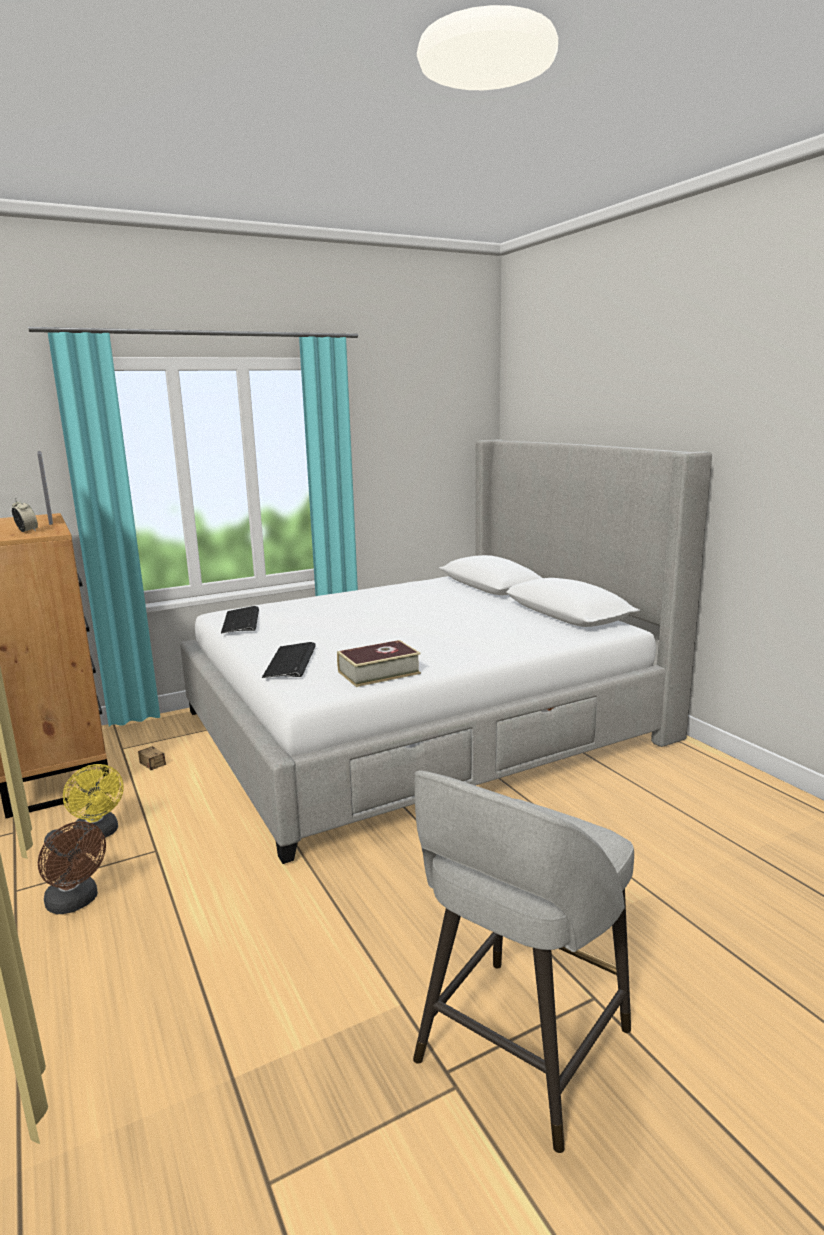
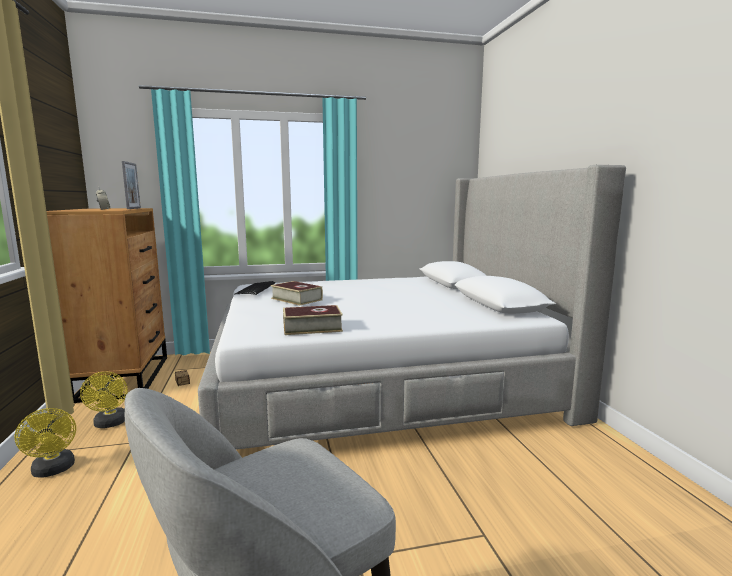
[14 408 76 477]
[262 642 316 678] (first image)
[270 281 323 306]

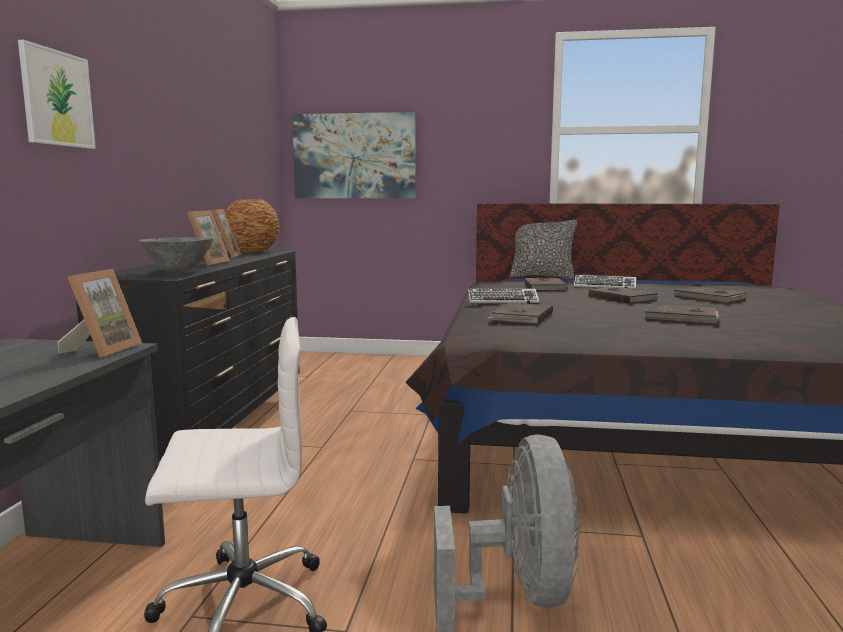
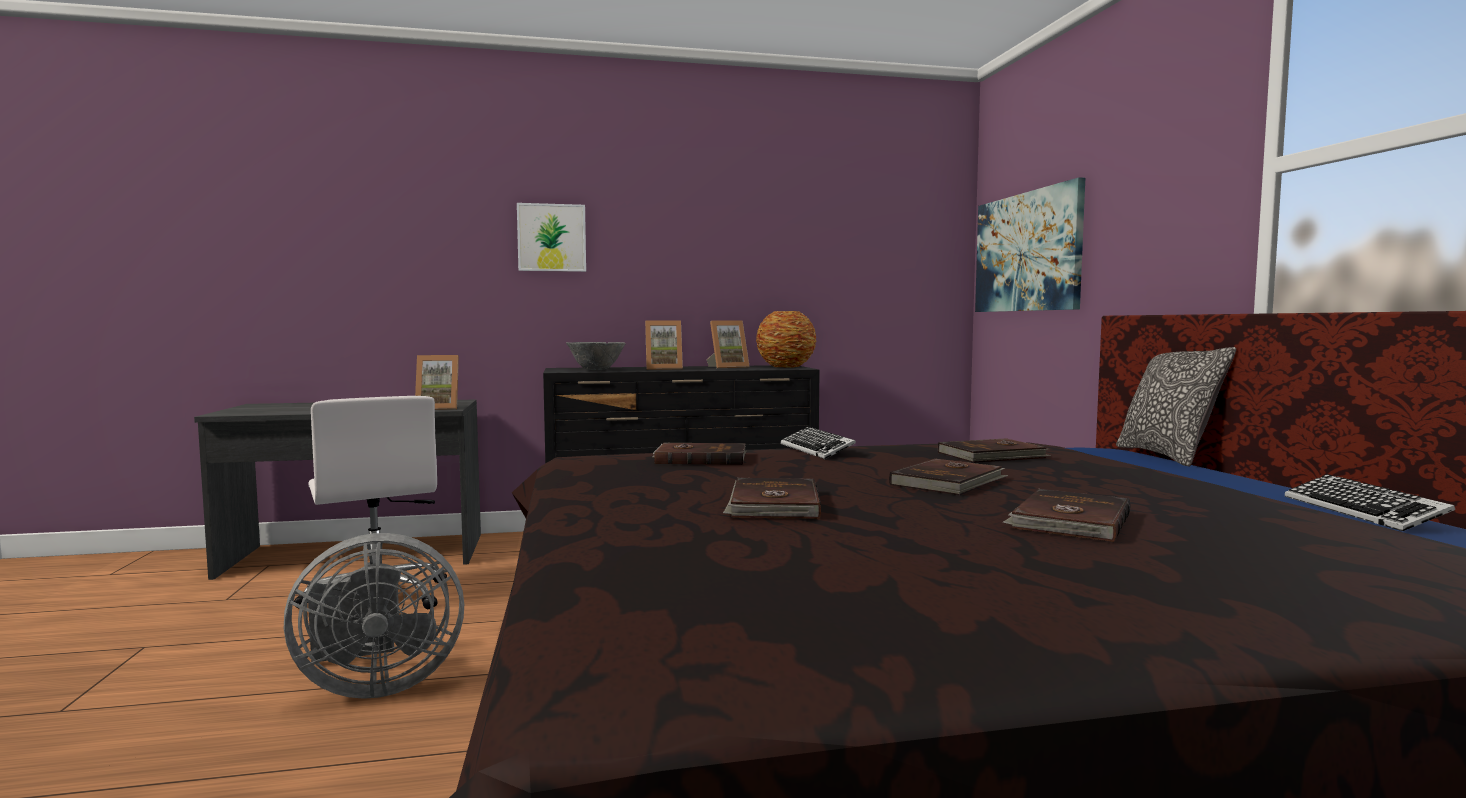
[1285 474 1455 531]

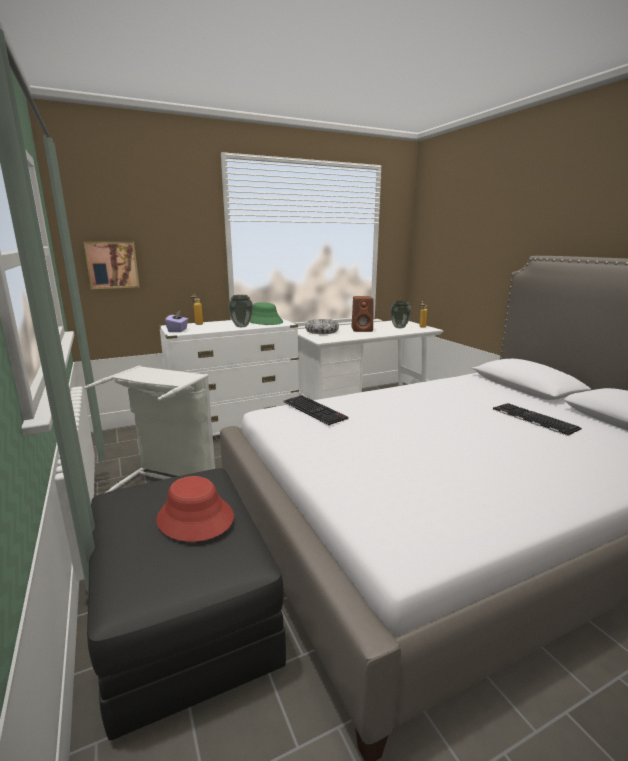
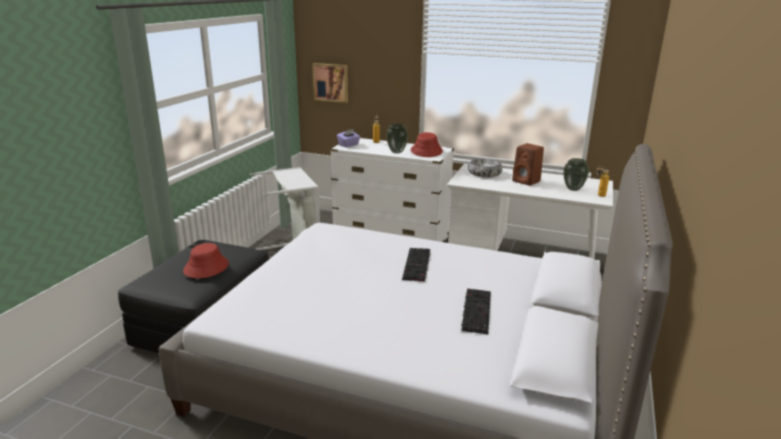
[411 132 443 157]
[402 248 430 282]

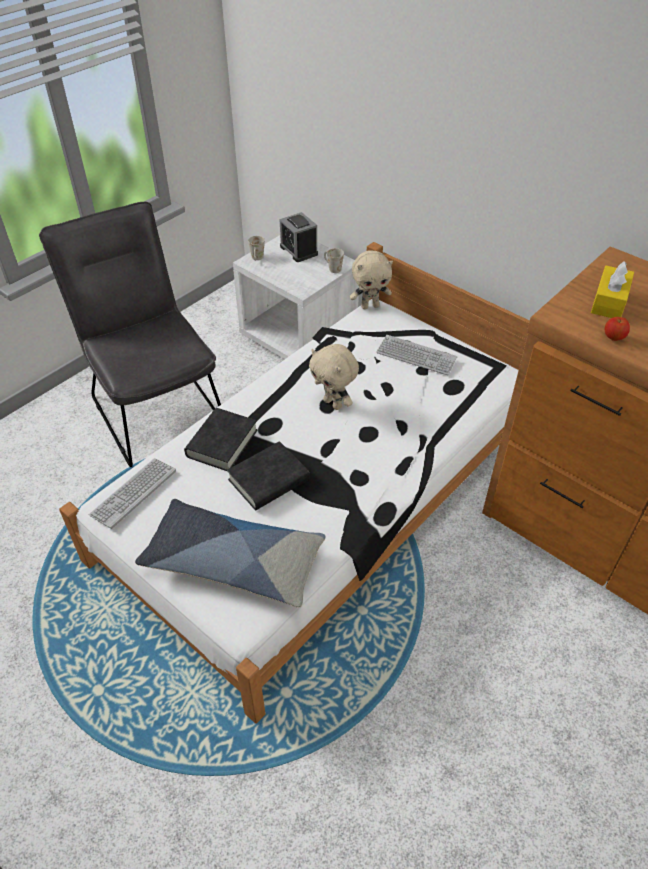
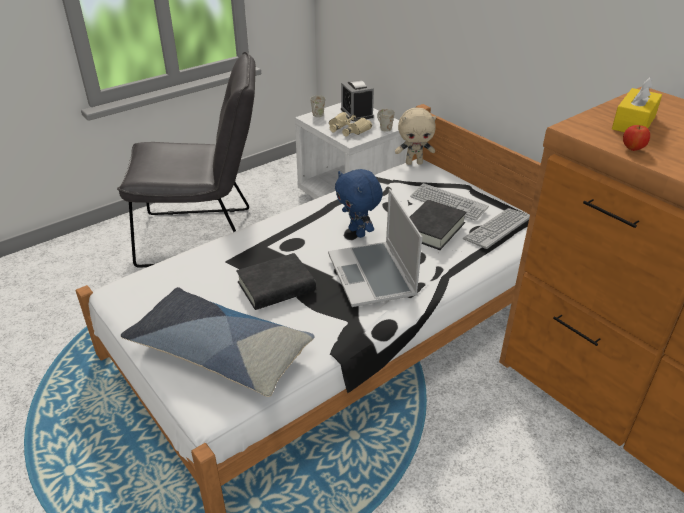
[117 52 256 268]
[463 208 530 249]
[410 200 467 250]
[335 169 383 238]
[328 189 422 307]
[329 112 372 137]

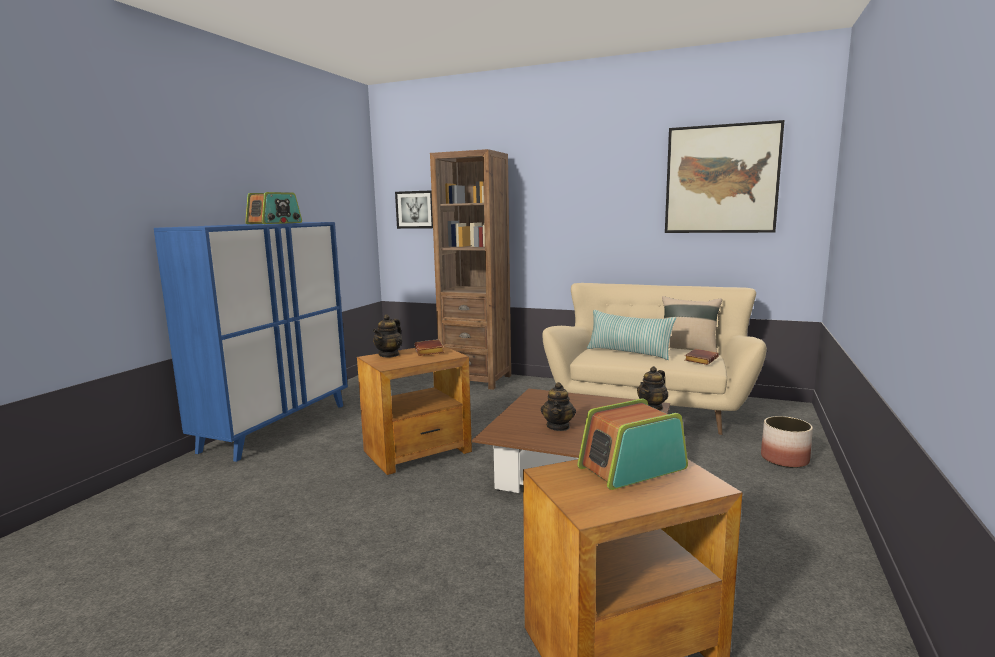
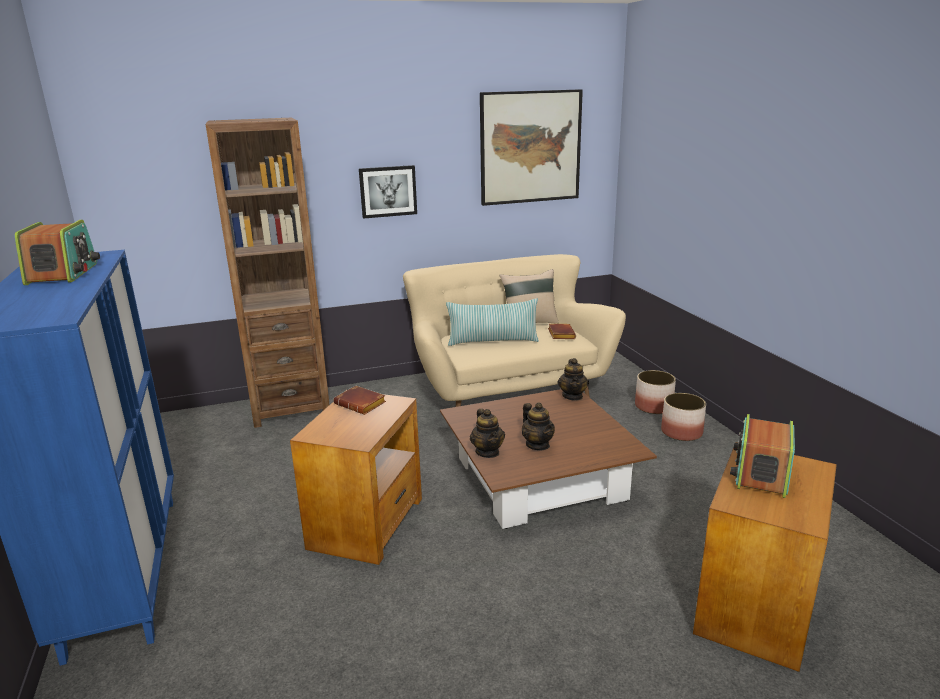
[470 409 505 458]
[359 165 417 219]
[661 393 706 441]

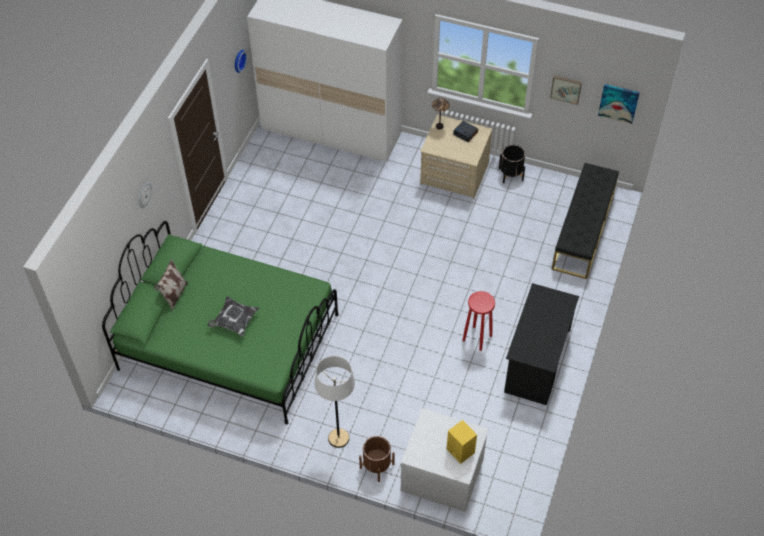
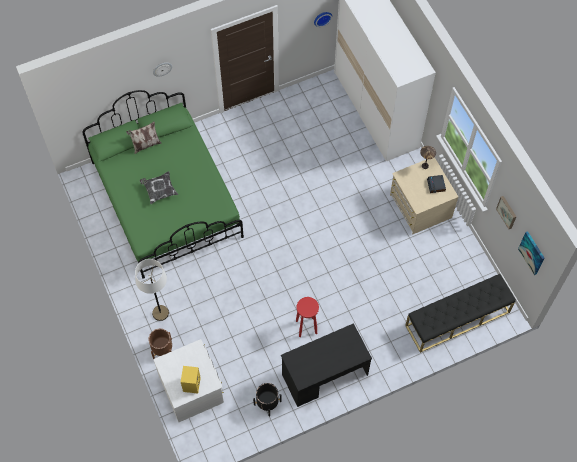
[253 383 281 417]

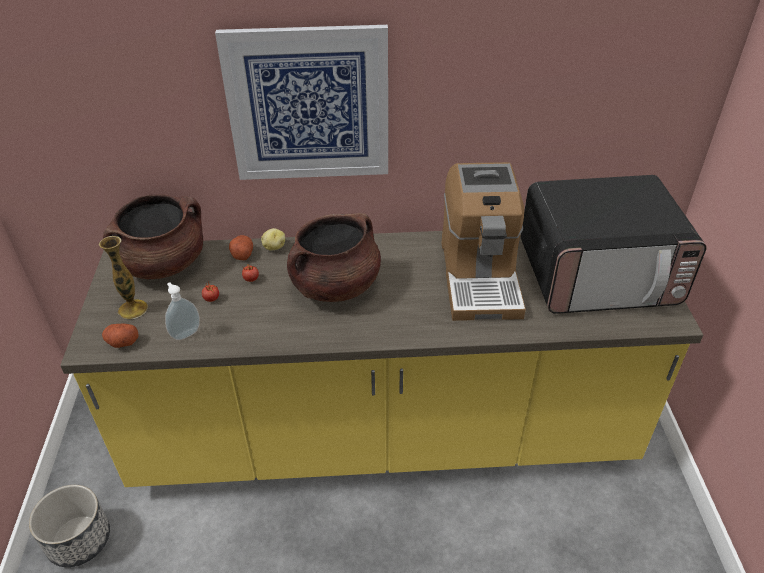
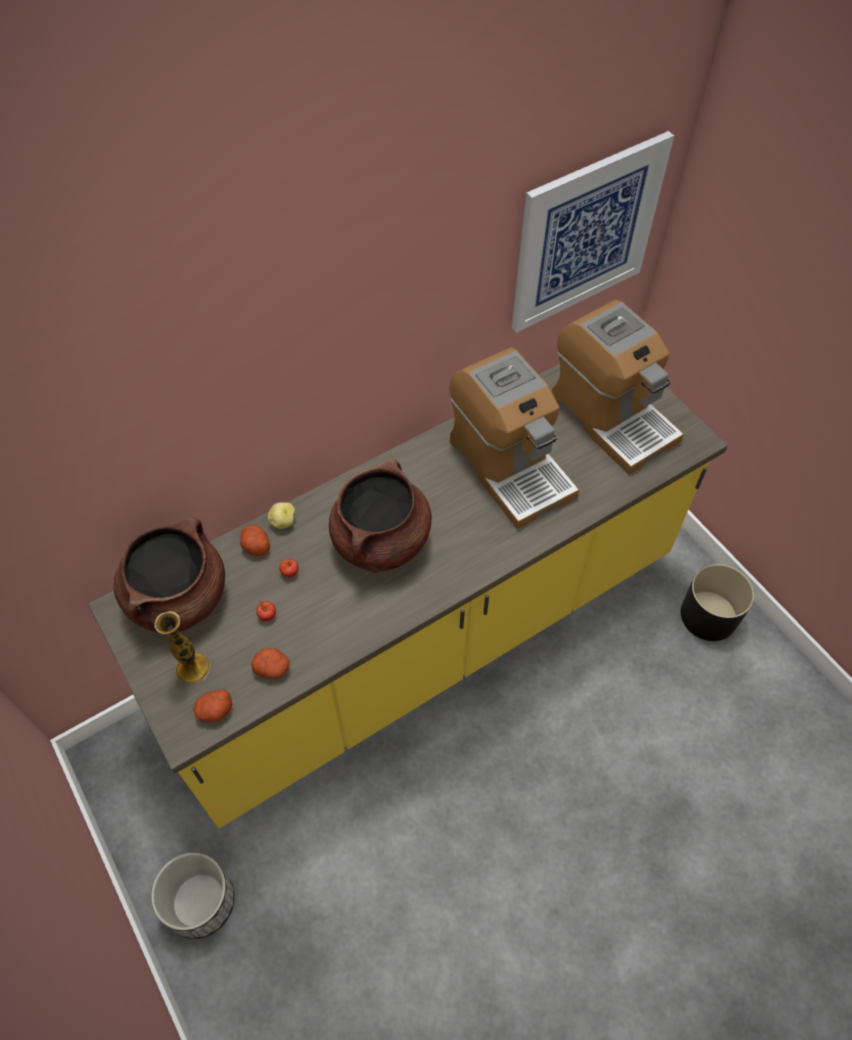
[251 648 290 679]
[512 131 674 333]
[552 300 684 475]
[681 564 754 641]

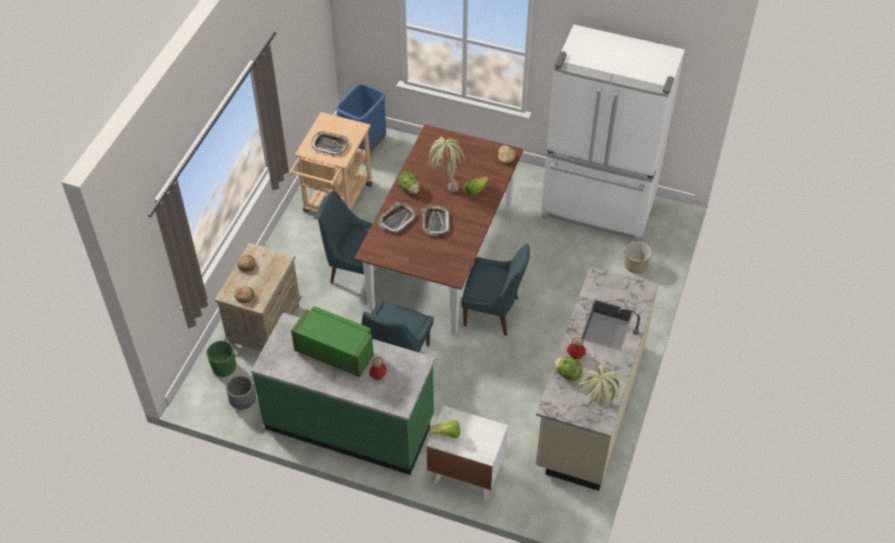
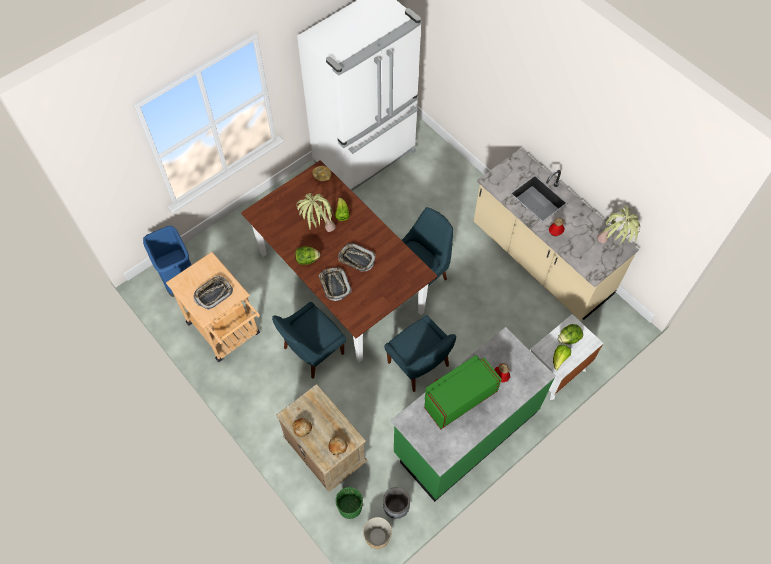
[558 324 583 344]
[363 517 392 549]

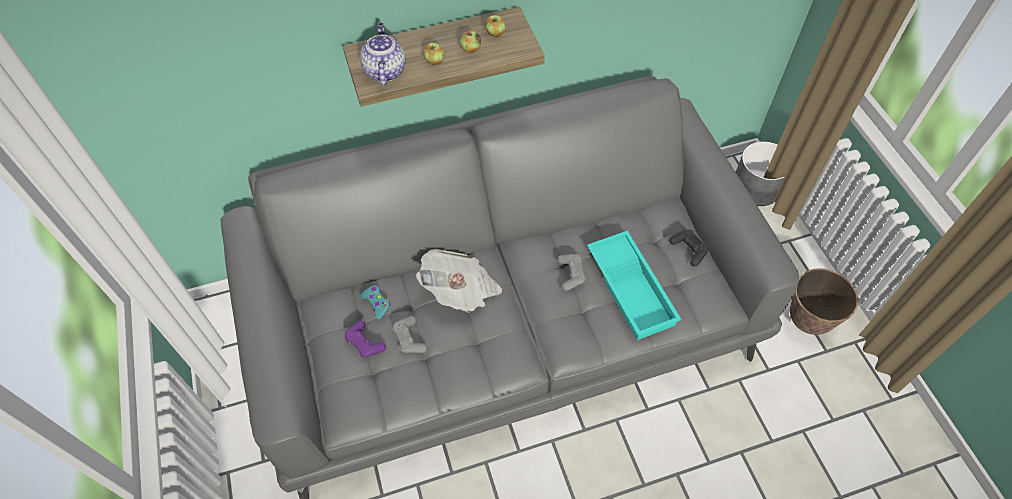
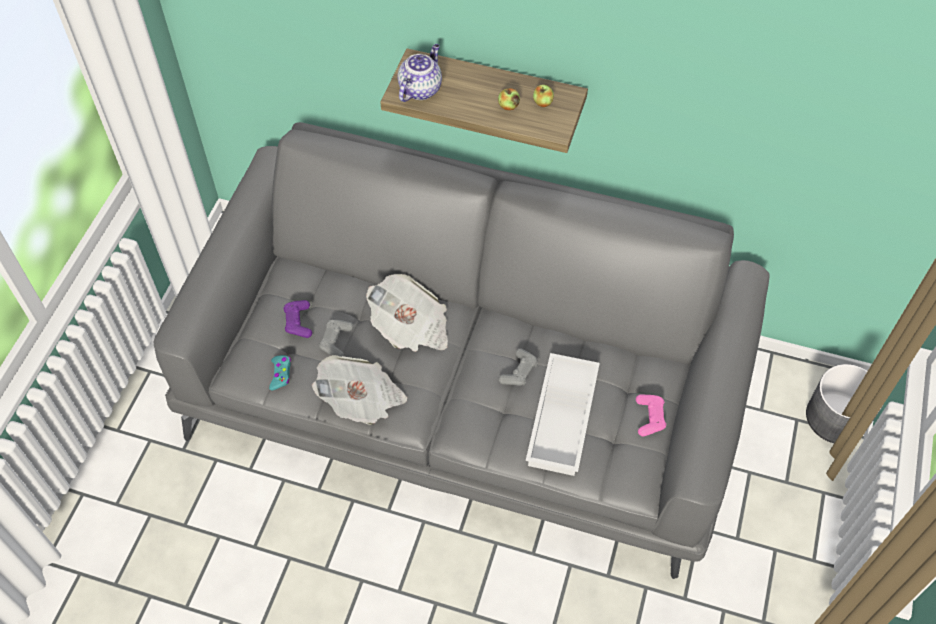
[269 355 291 391]
[424 42 444 65] (first image)
[526 353 600 476]
[636 395 666 437]
[790 268 859 335] (first image)
[312 355 407 425]

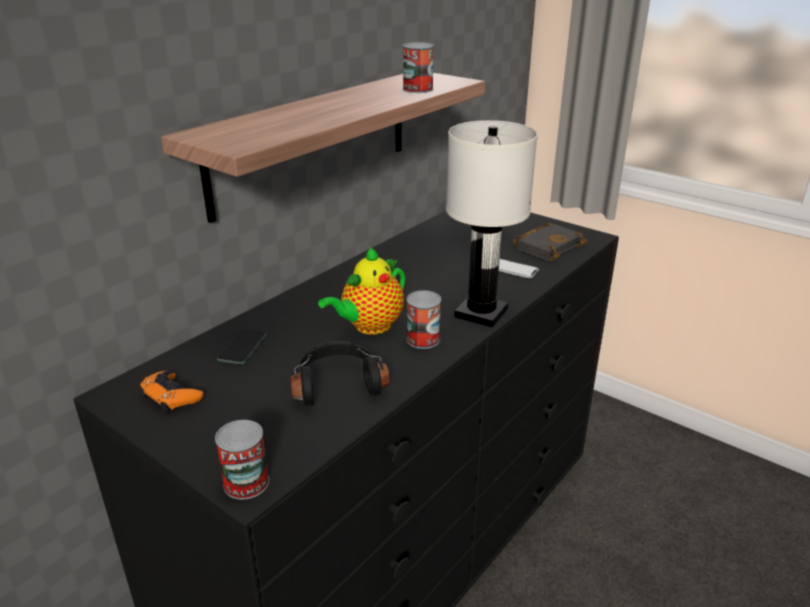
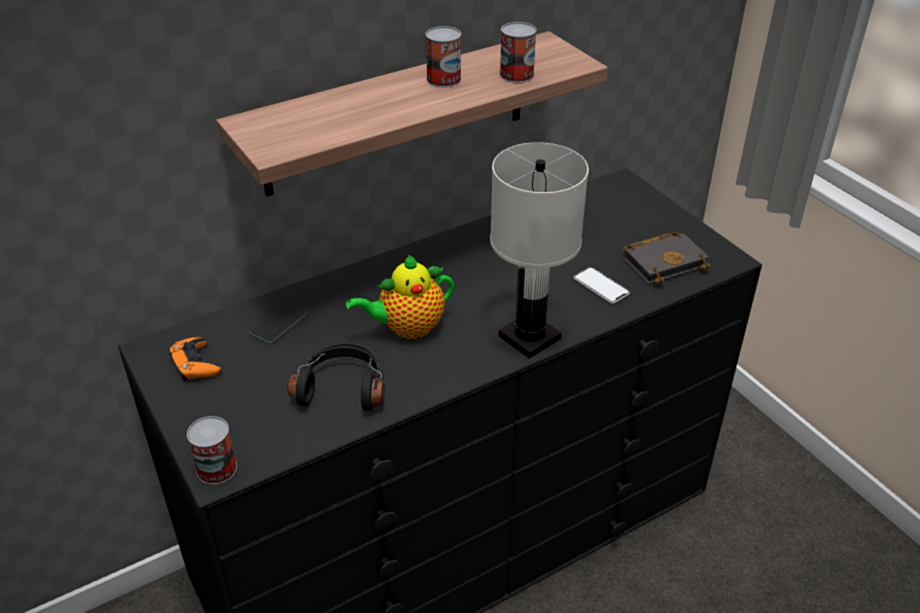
[425 26 461 88]

